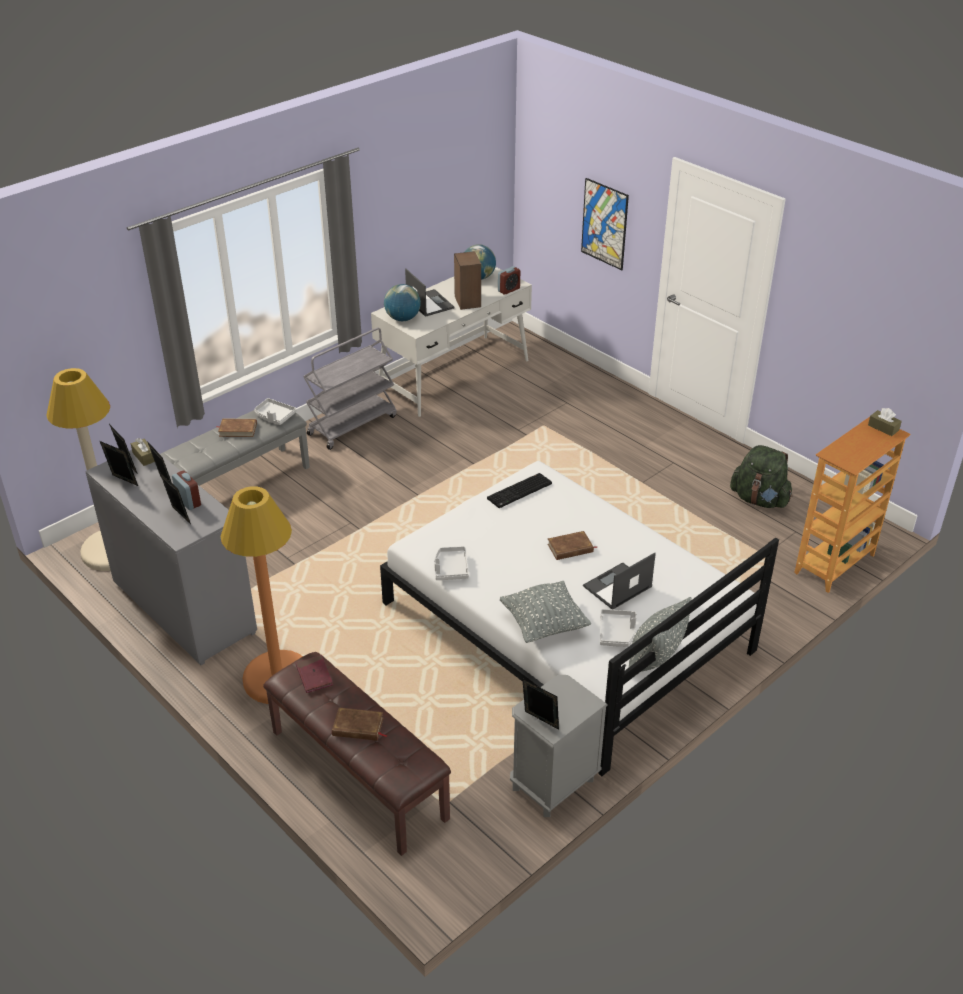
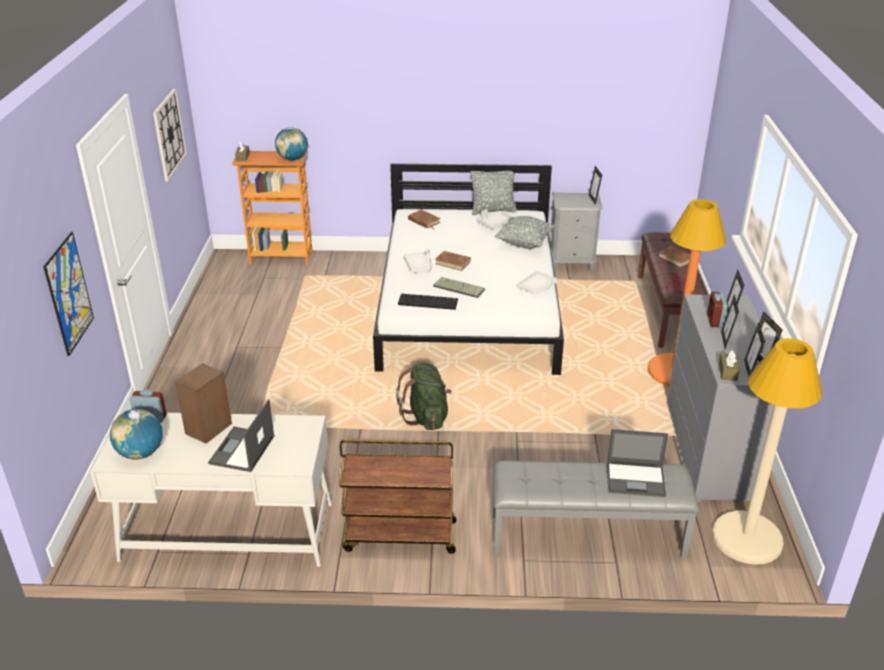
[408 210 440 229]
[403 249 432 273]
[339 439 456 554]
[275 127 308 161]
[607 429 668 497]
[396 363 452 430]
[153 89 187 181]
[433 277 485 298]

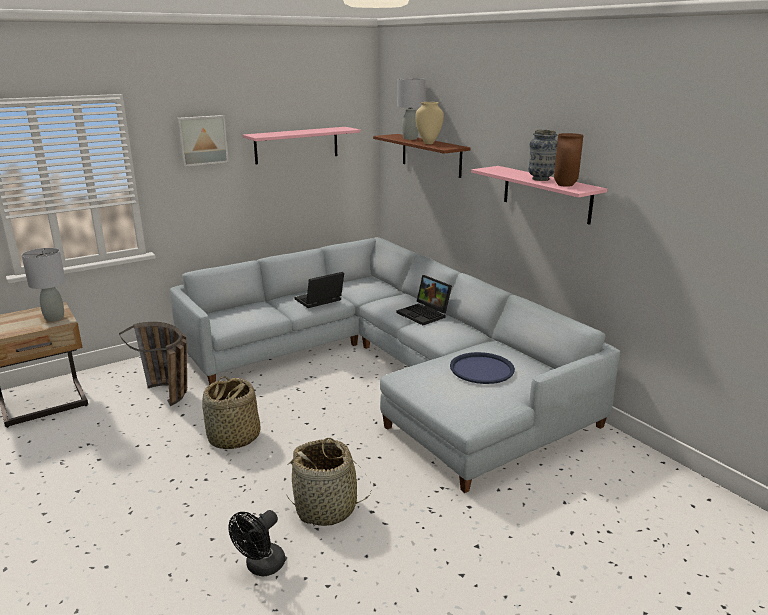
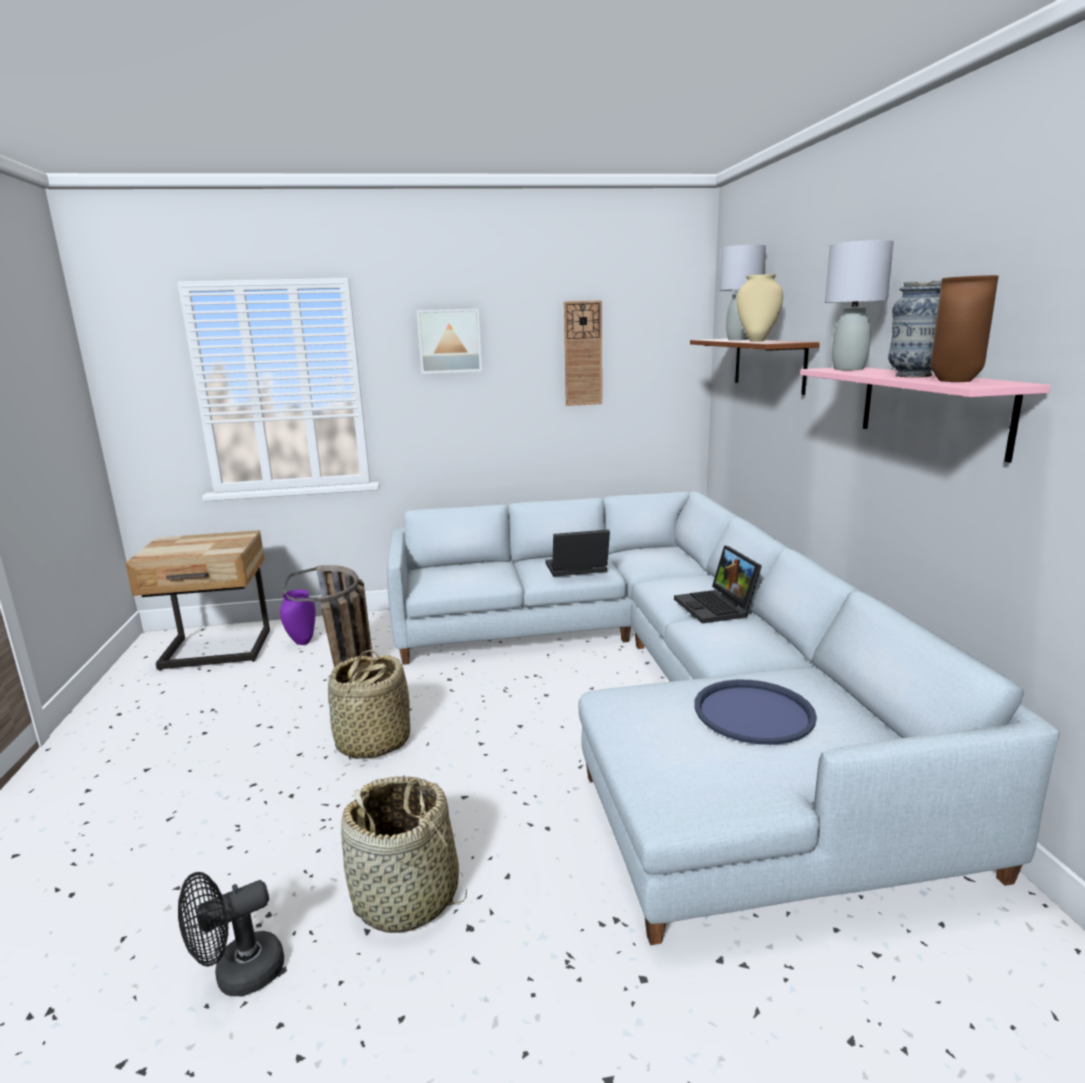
[825 240 894 370]
[564 301 602 406]
[280 590 316 645]

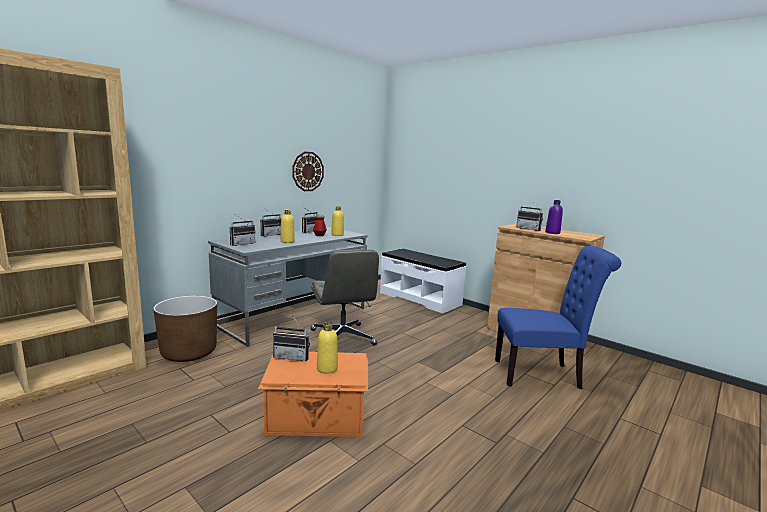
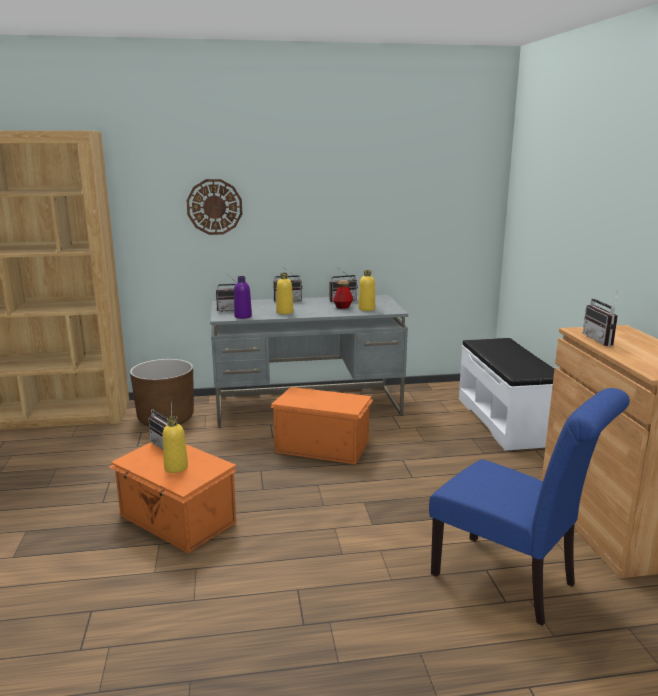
[186 179 242 235]
[270 387 374 464]
[234 276 252 319]

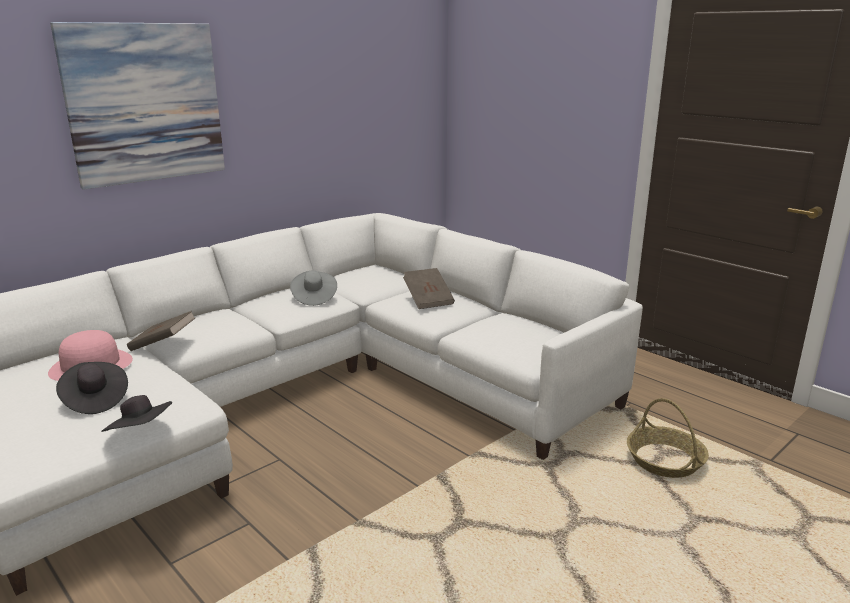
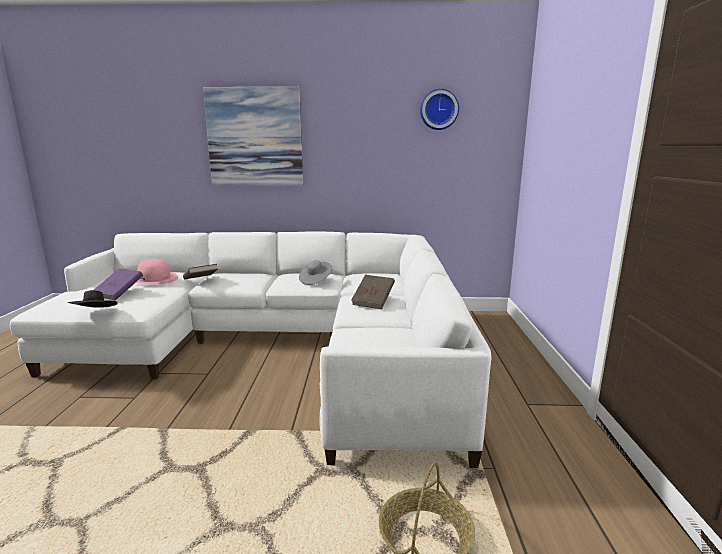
[94 268 143 300]
[420 89 459 130]

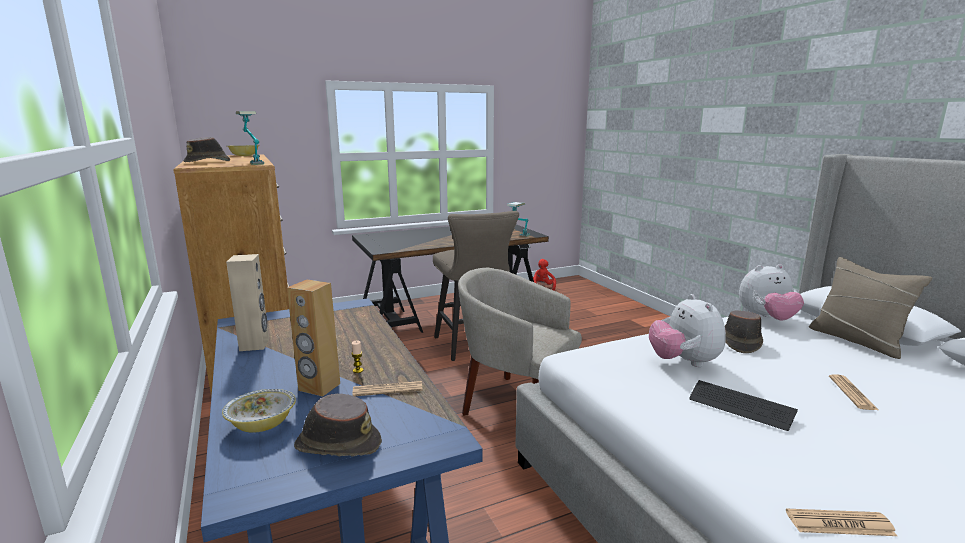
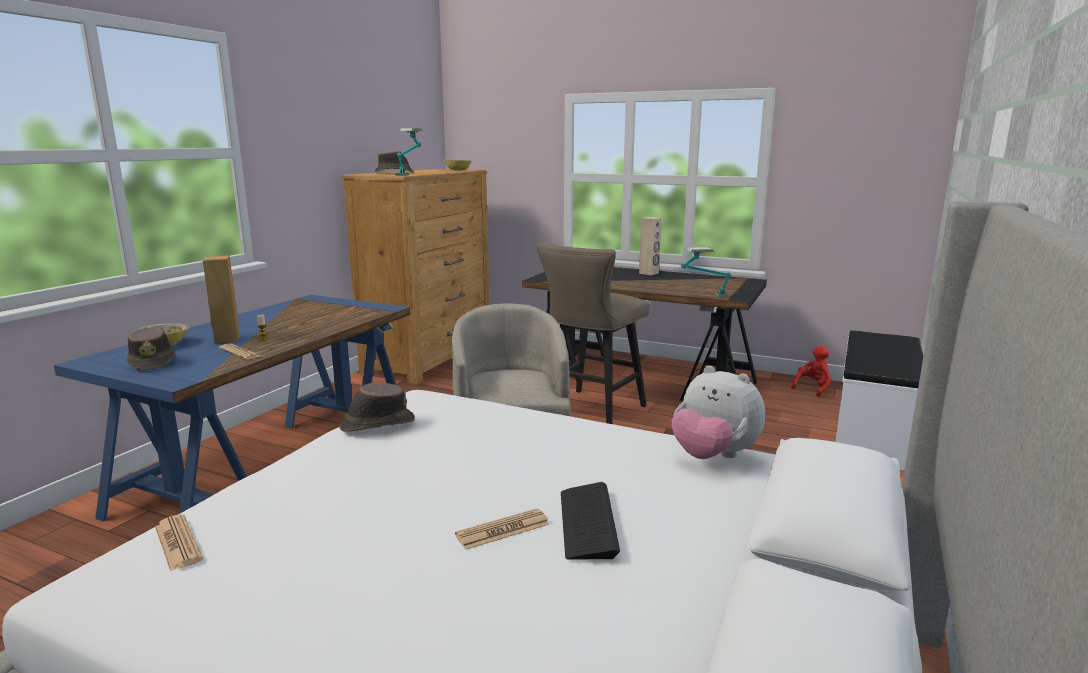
[639 217 662 275]
[649 294 726 367] (first image)
[561 482 620 560]
[339 383 415 432]
[809 257 932 359] (first image)
[836 330 923 471]

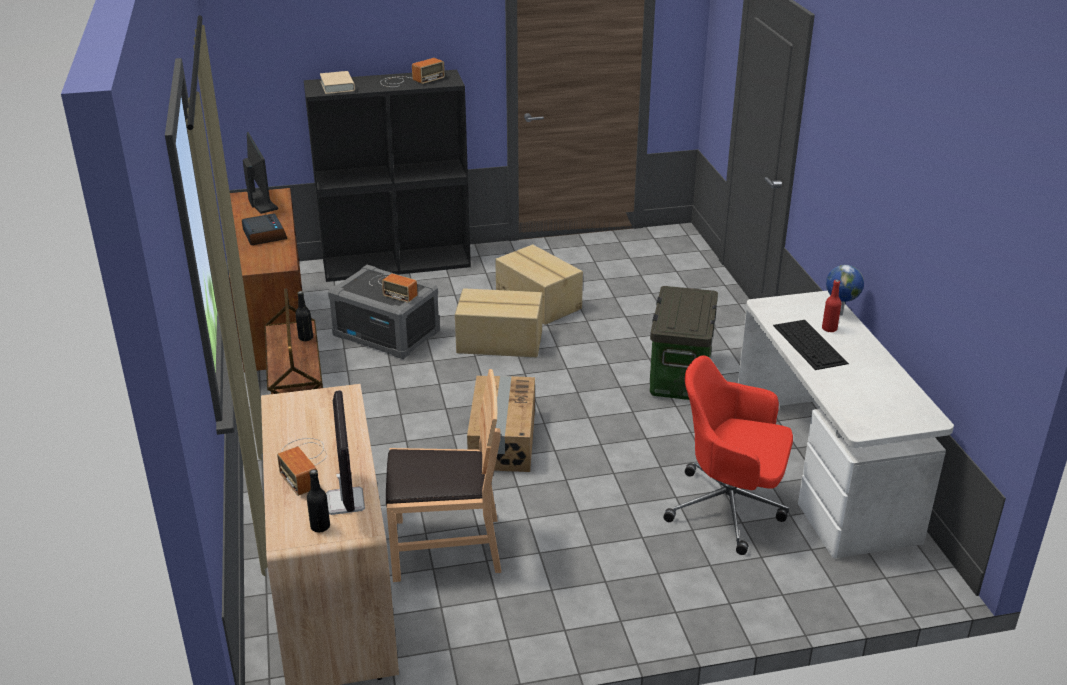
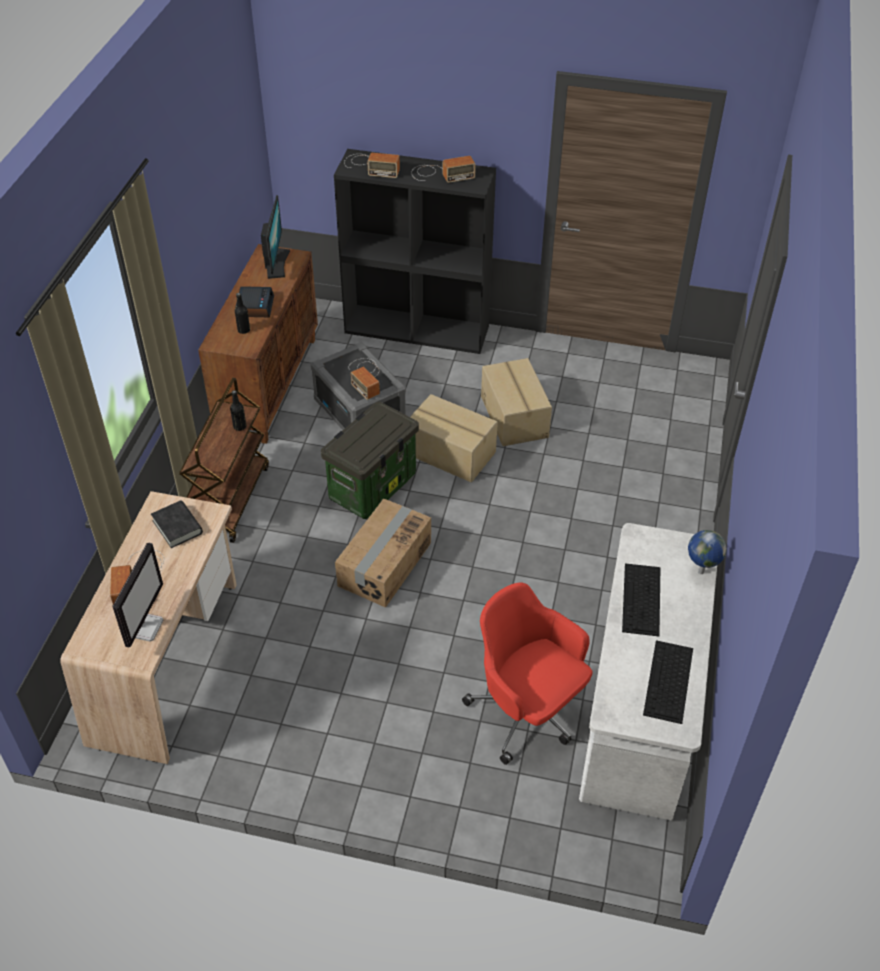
[235 293 250 334]
[344 153 400 178]
[386 369 501 582] (first image)
[321 402 419 519]
[822 280 842 332] (first image)
[151 500 203 548]
[643 640 693 724]

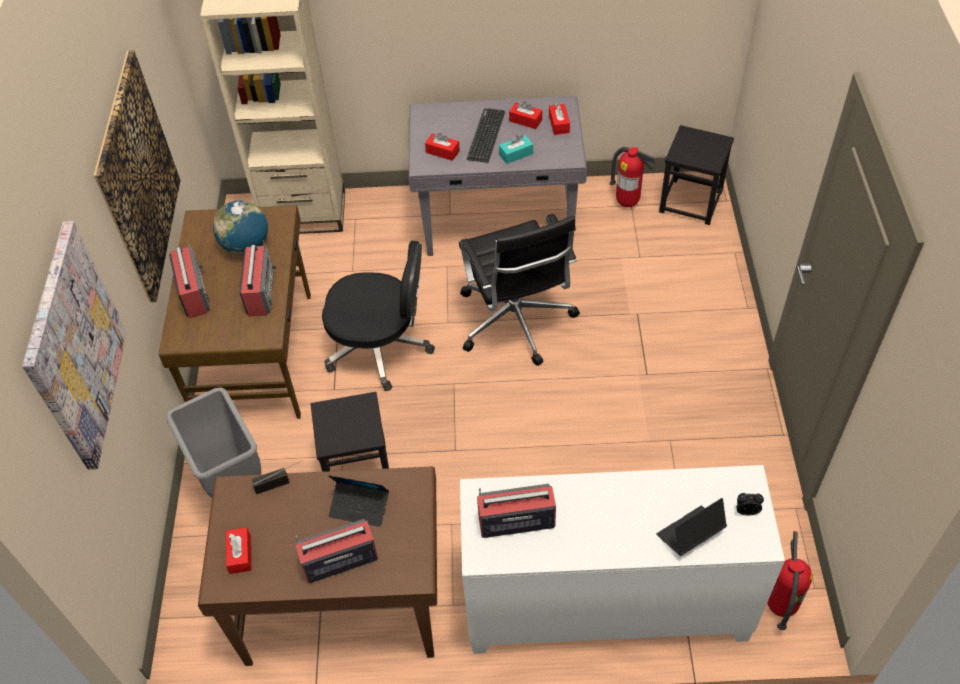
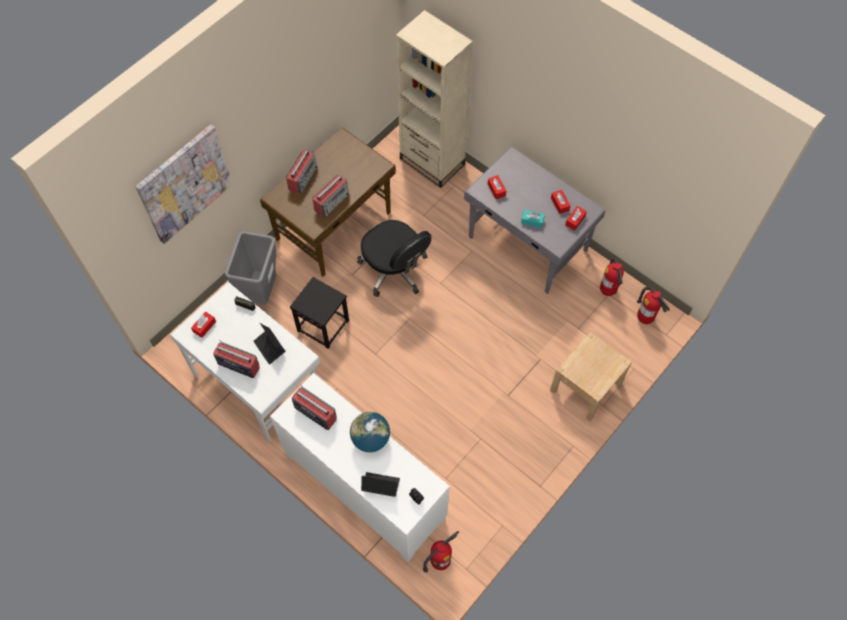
[94 50 180 302] (first image)
[170 282 320 442]
[350 412 390 452]
[459 214 580 366] (first image)
[467 108 505 163] (first image)
[637 287 670 324]
[550 332 632 421]

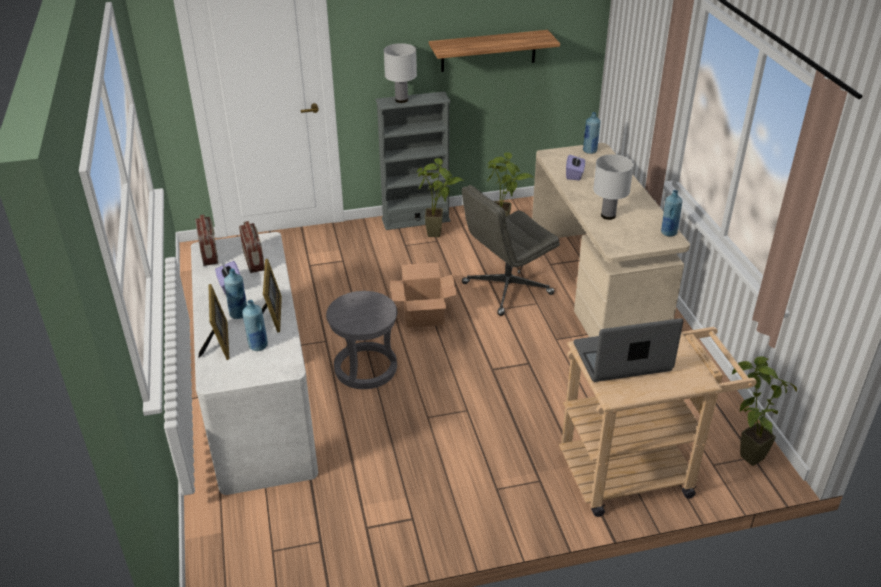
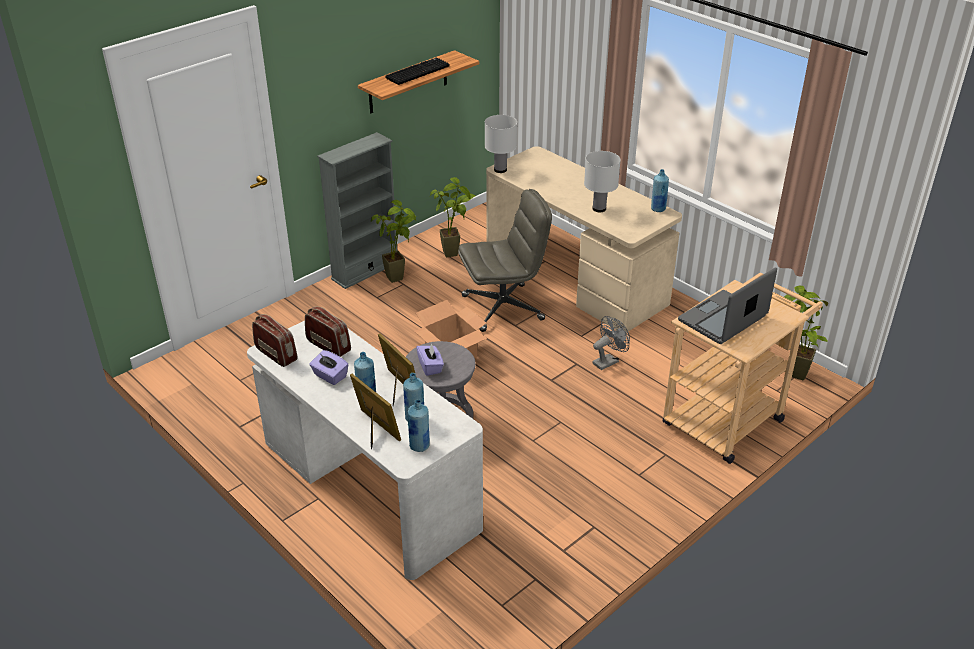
[485 115 517 173]
[458 189 552 332]
[416 343 444 376]
[408 399 430 452]
[385 58 450 85]
[592 316 630 370]

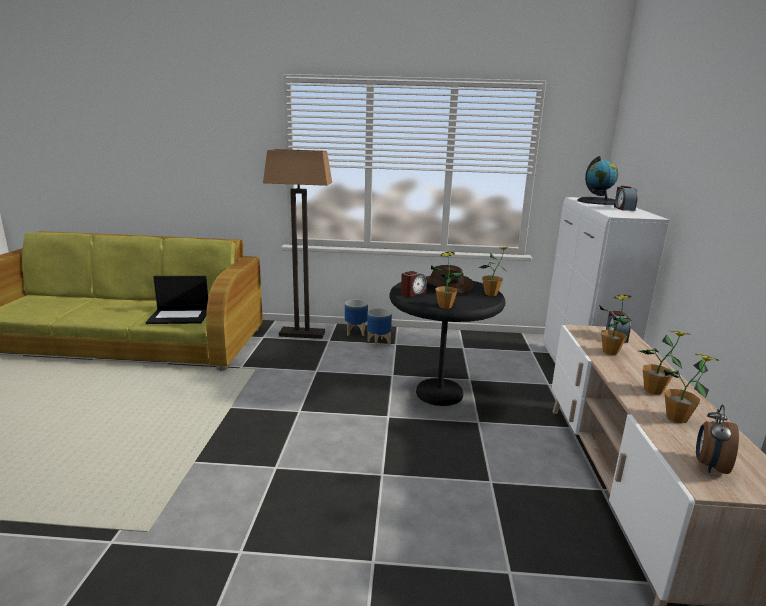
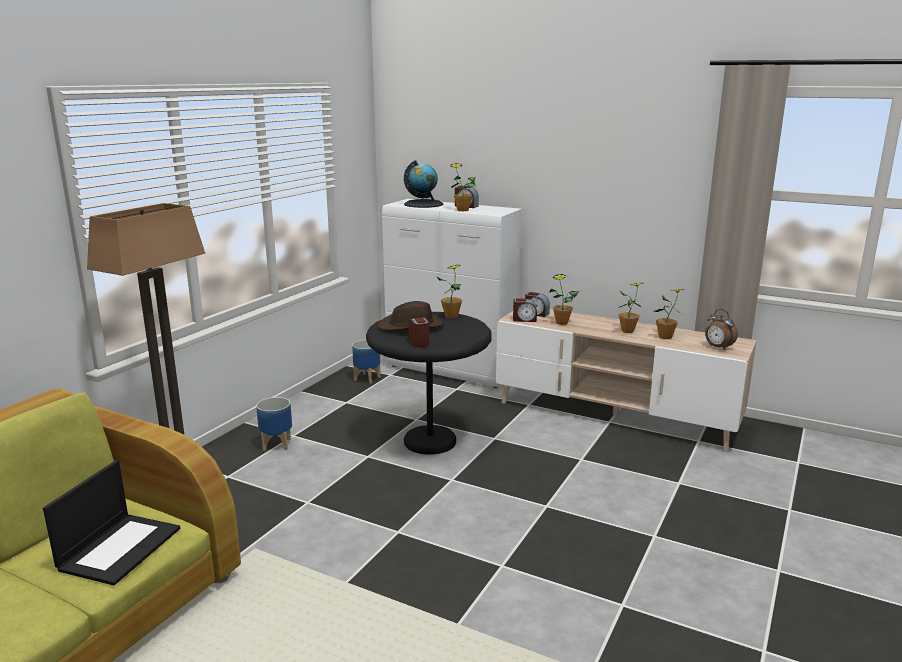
[352 340 381 384]
[450 163 476 211]
[513 298 537 322]

